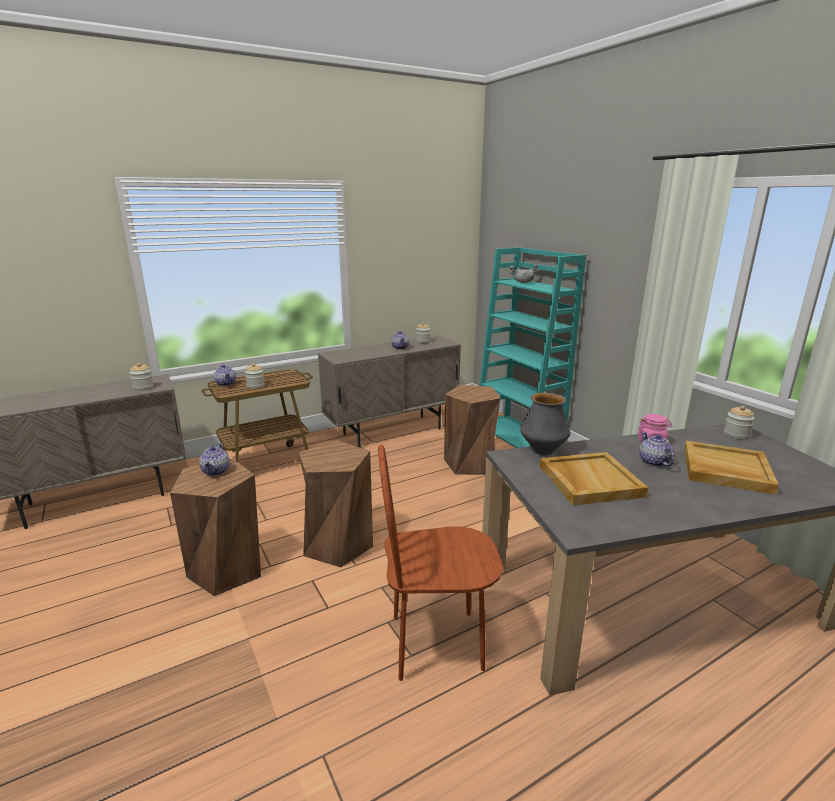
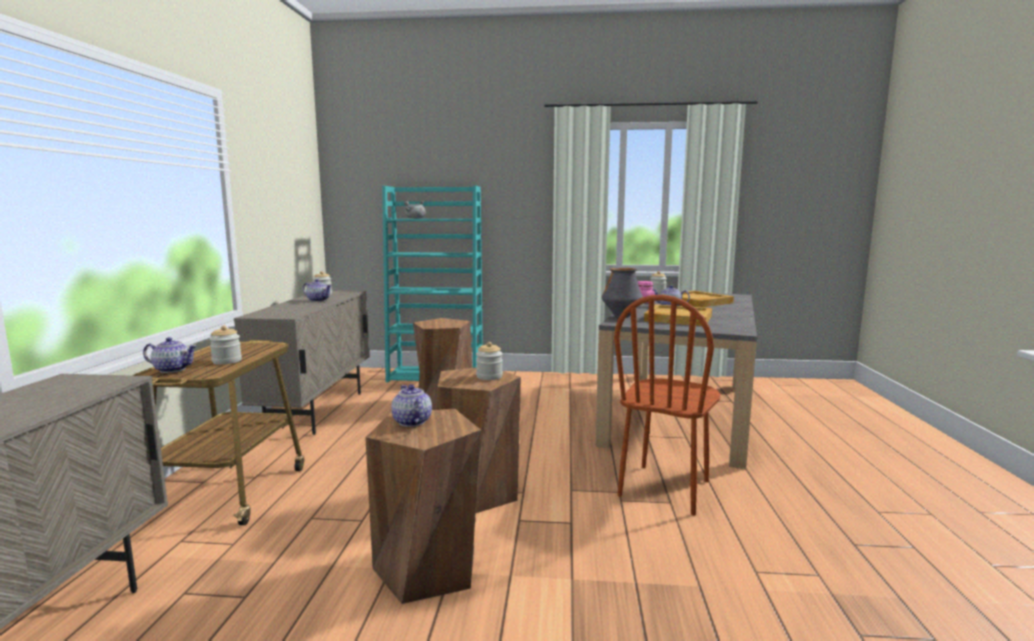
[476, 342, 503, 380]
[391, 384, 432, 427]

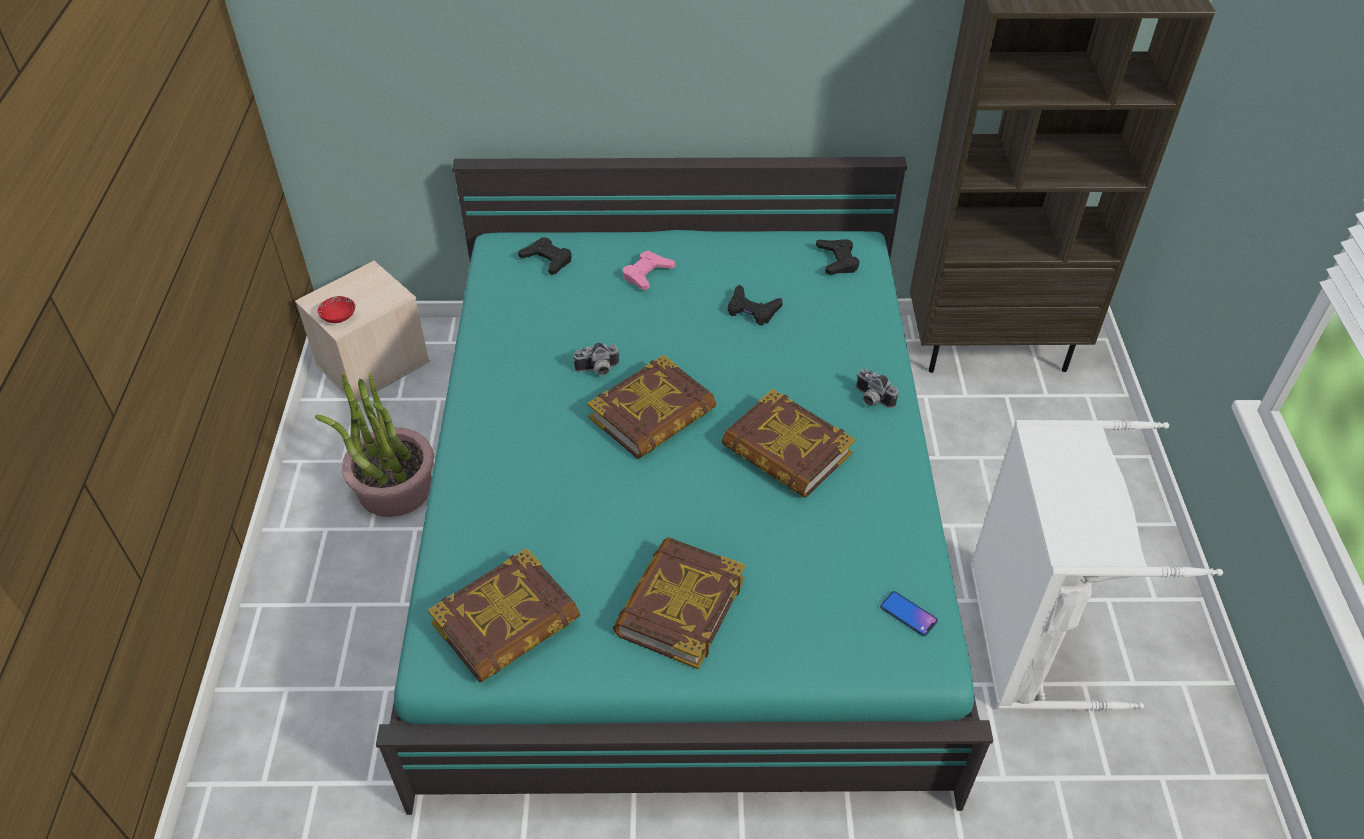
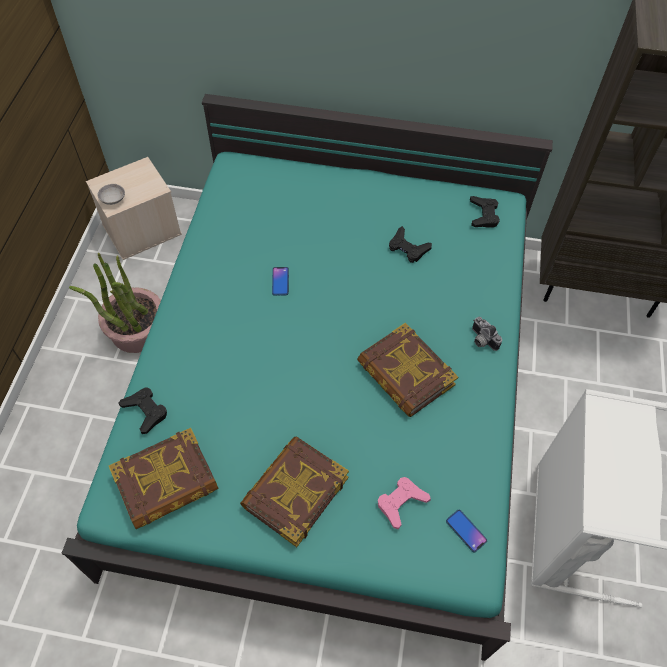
[587, 355, 716, 459] (first image)
[118, 387, 167, 434]
[378, 477, 431, 529]
[272, 267, 289, 296]
[97, 184, 125, 205]

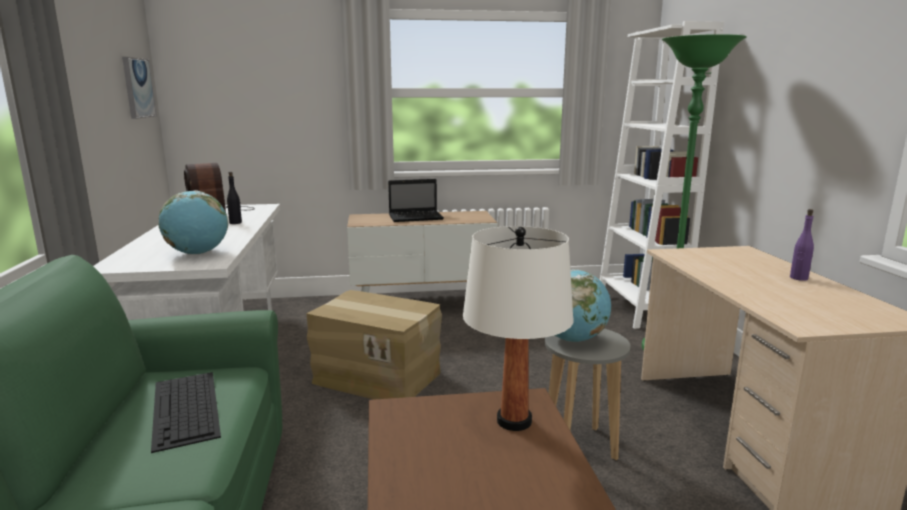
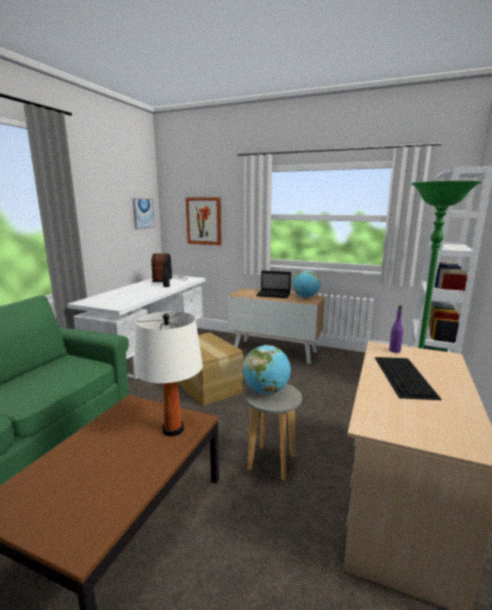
[186, 197, 222, 245]
[375, 357, 442, 400]
[292, 270, 320, 298]
[389, 305, 403, 353]

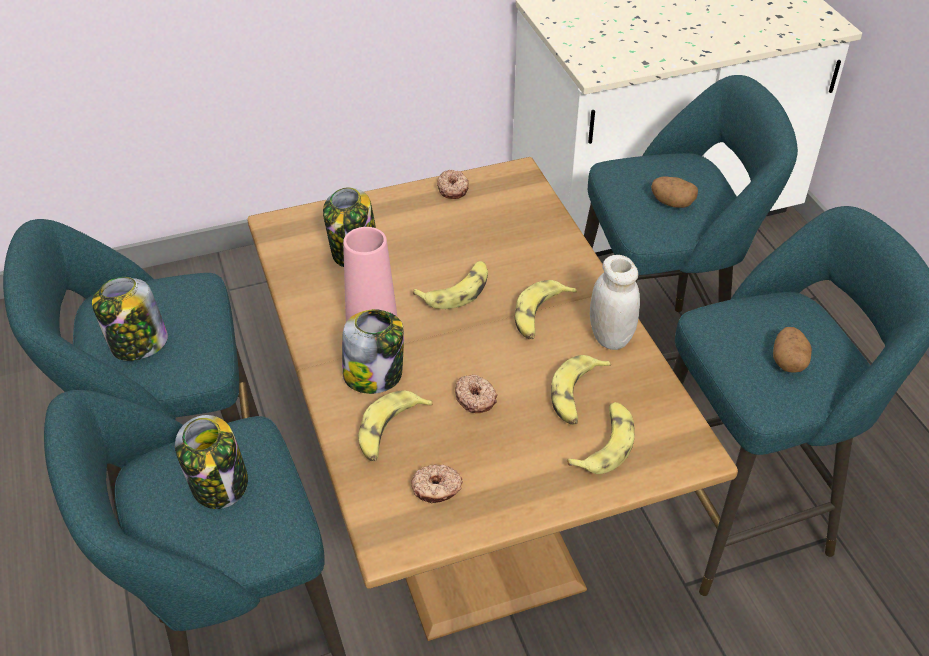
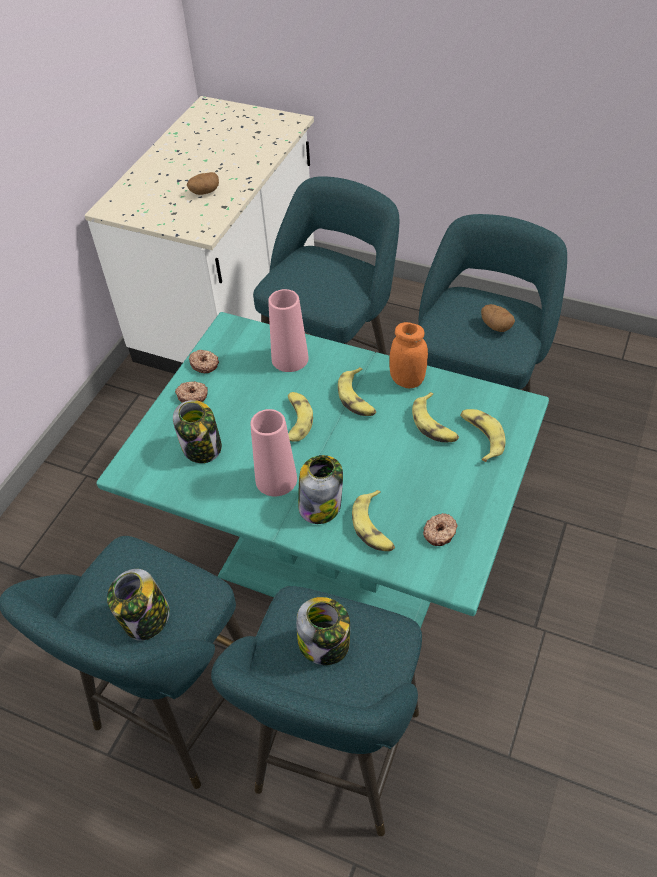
[268, 289, 309, 372]
[175, 381, 208, 403]
[187, 172, 219, 195]
[96, 312, 549, 629]
[389, 322, 428, 388]

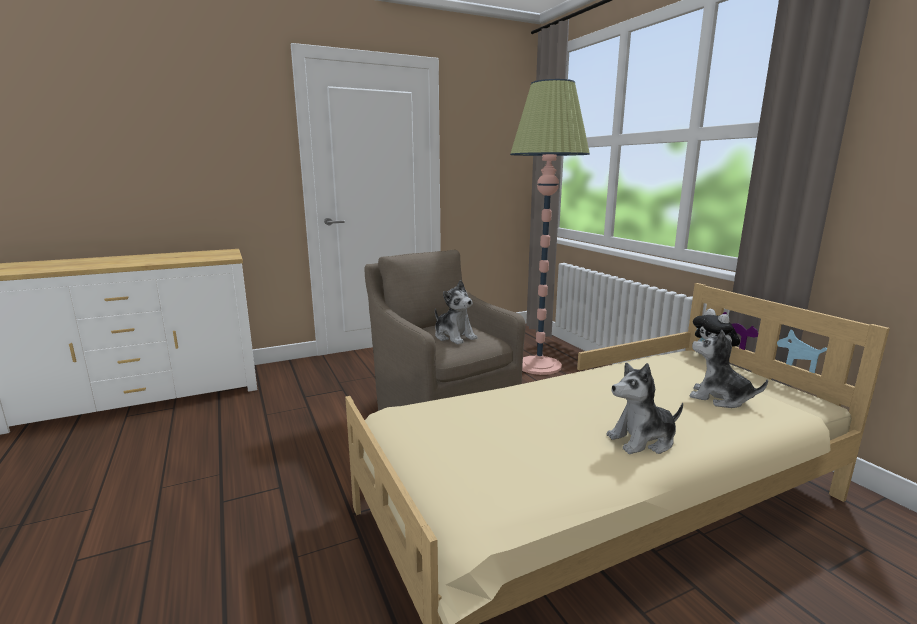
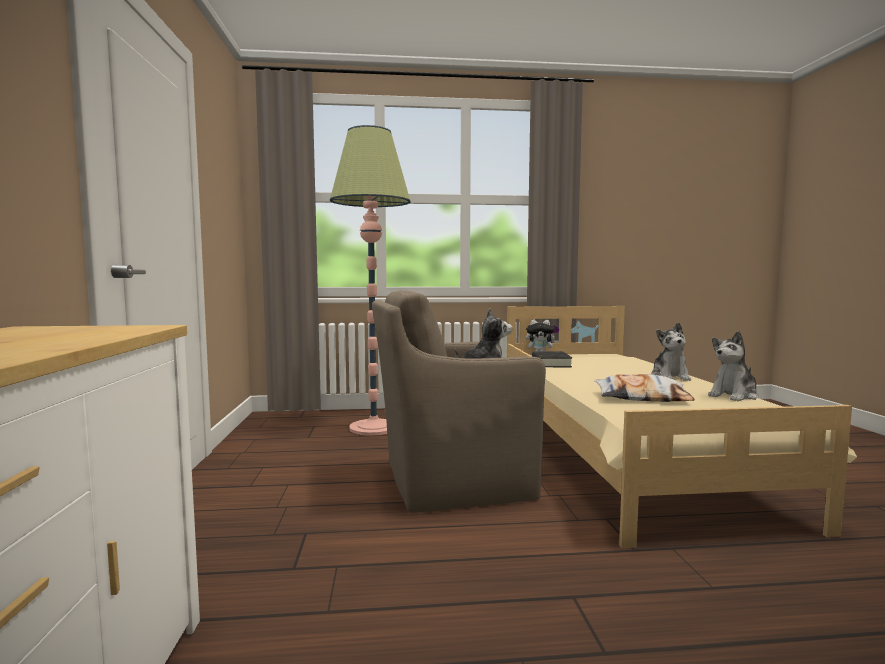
[532, 351, 572, 367]
[594, 374, 695, 402]
[708, 331, 759, 401]

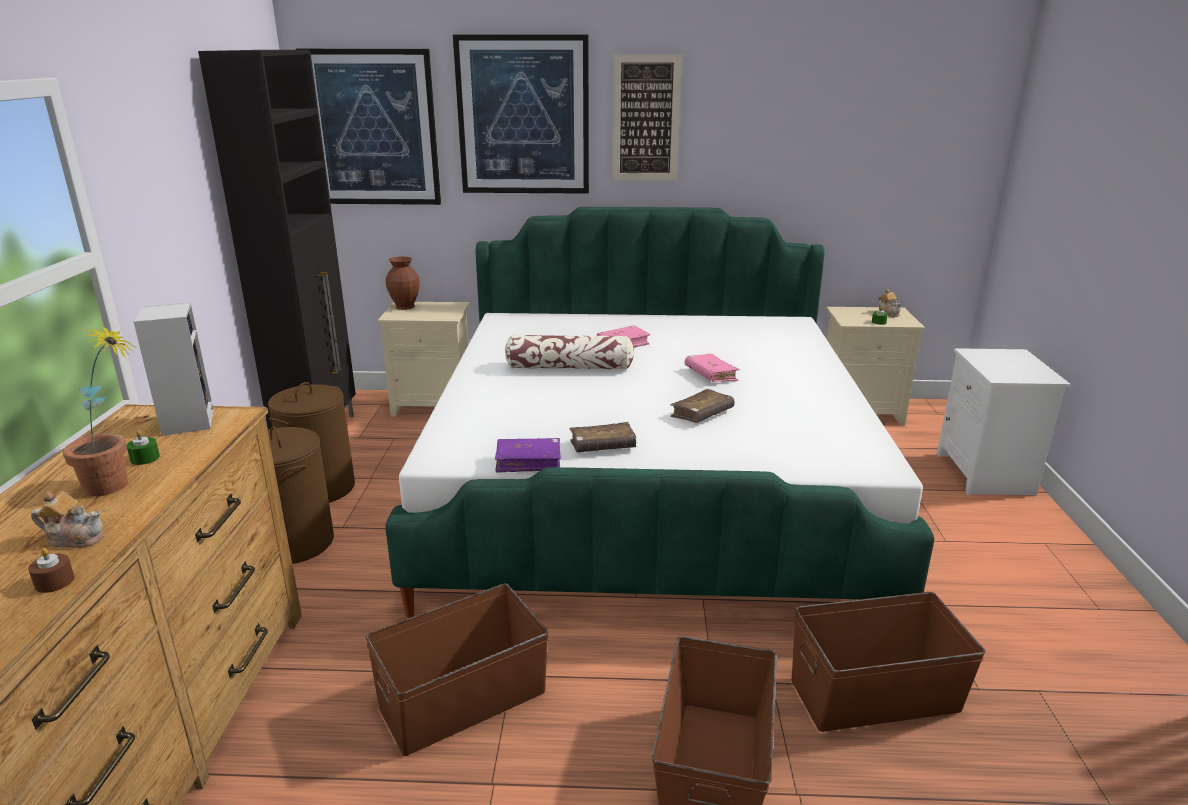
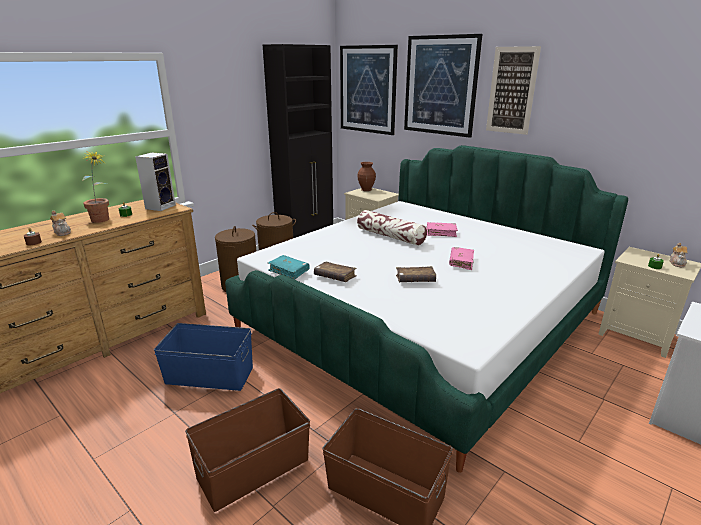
[154, 323, 253, 391]
[268, 255, 310, 280]

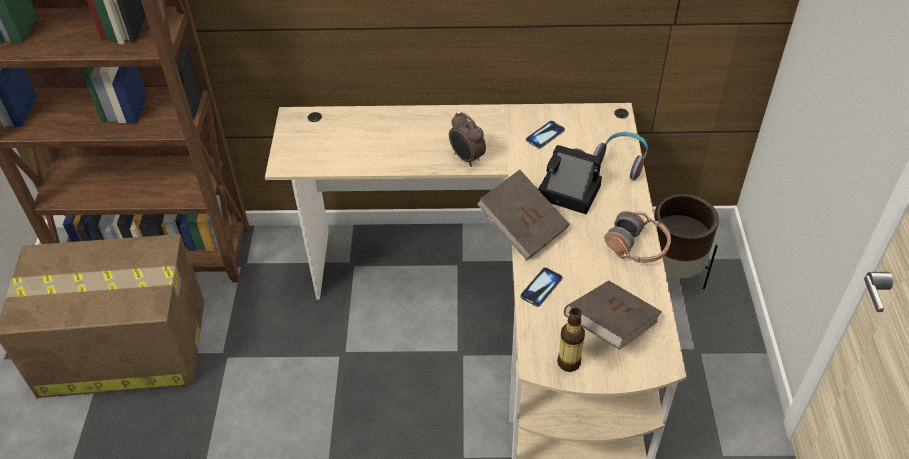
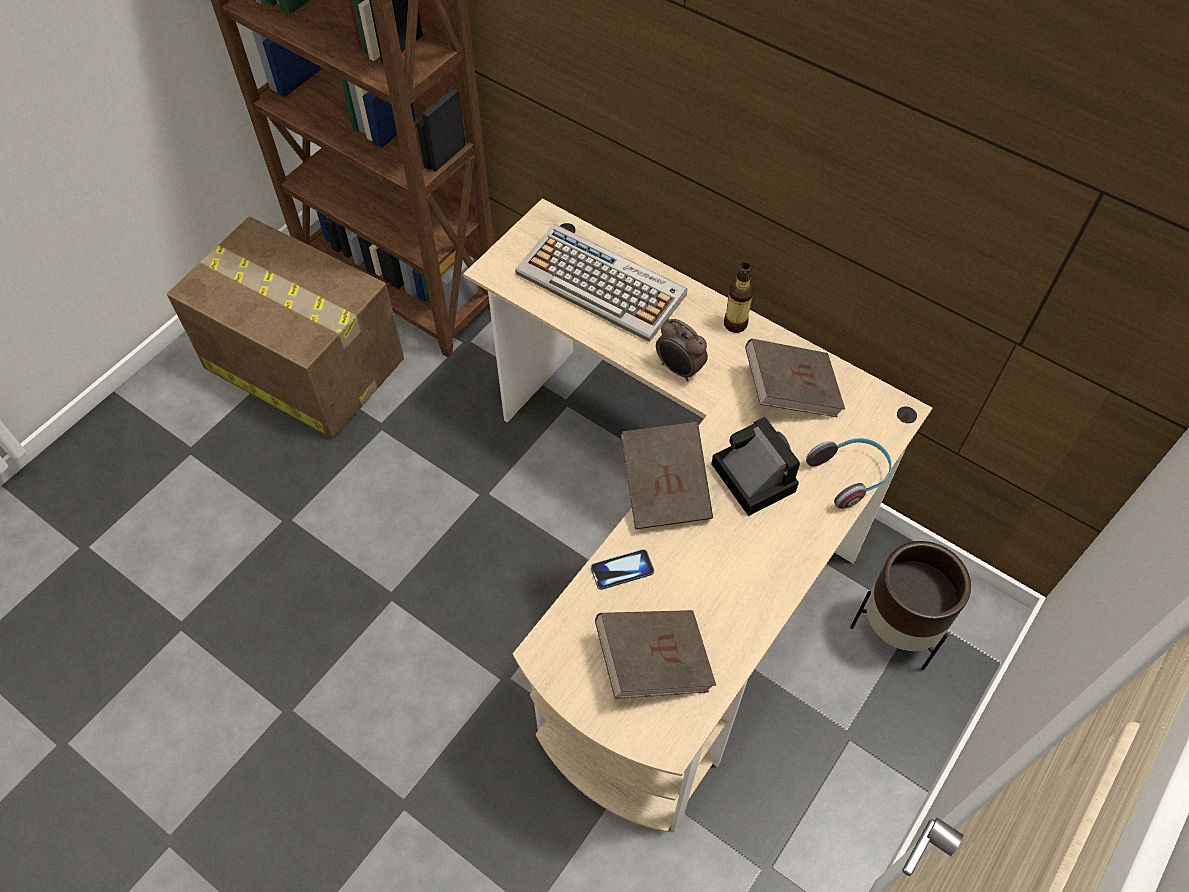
[604, 211, 671, 263] (first image)
[515, 224, 687, 342]
[724, 262, 754, 333]
[745, 339, 845, 417]
[656, 319, 708, 382]

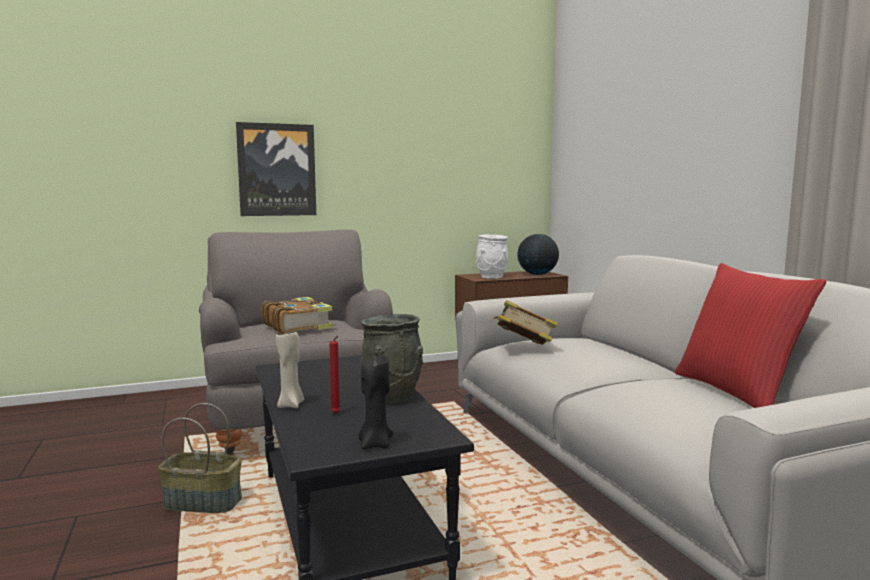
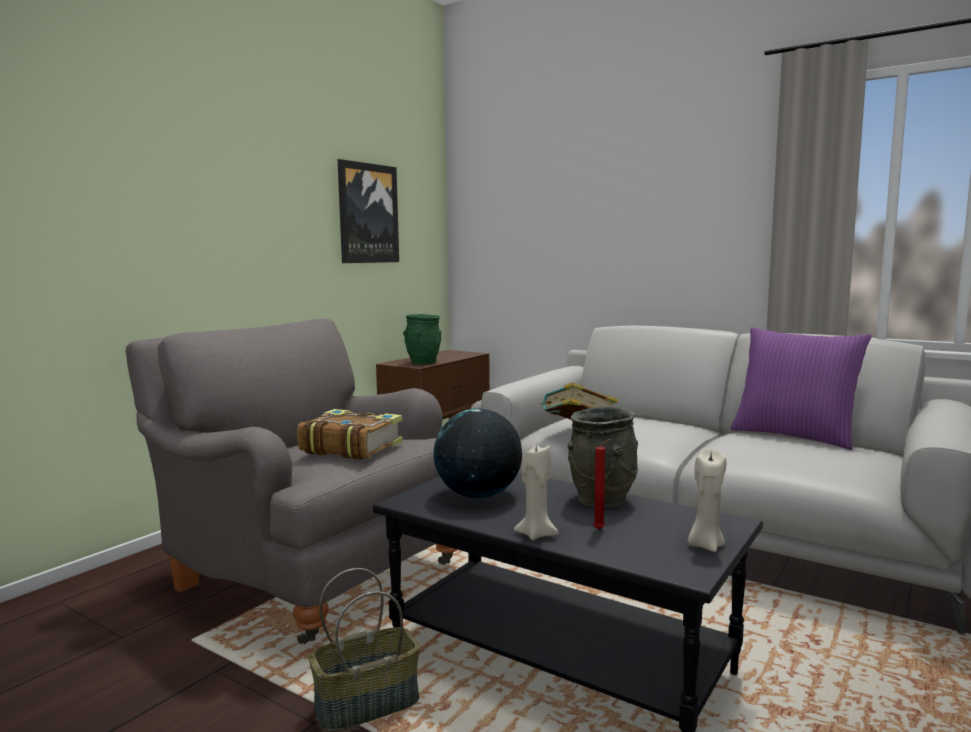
[338, 159, 399, 263]
[433, 409, 522, 498]
[688, 449, 726, 552]
[403, 314, 441, 364]
[731, 327, 872, 450]

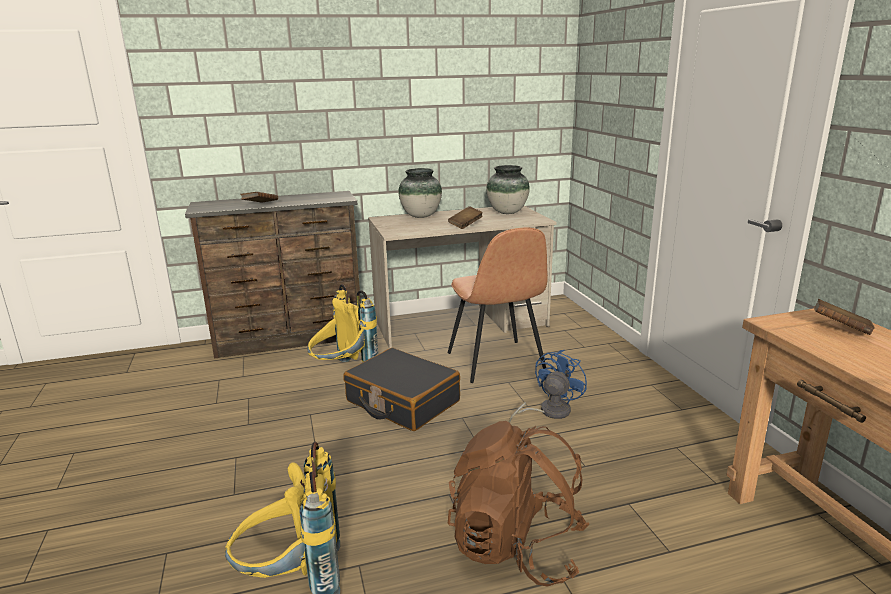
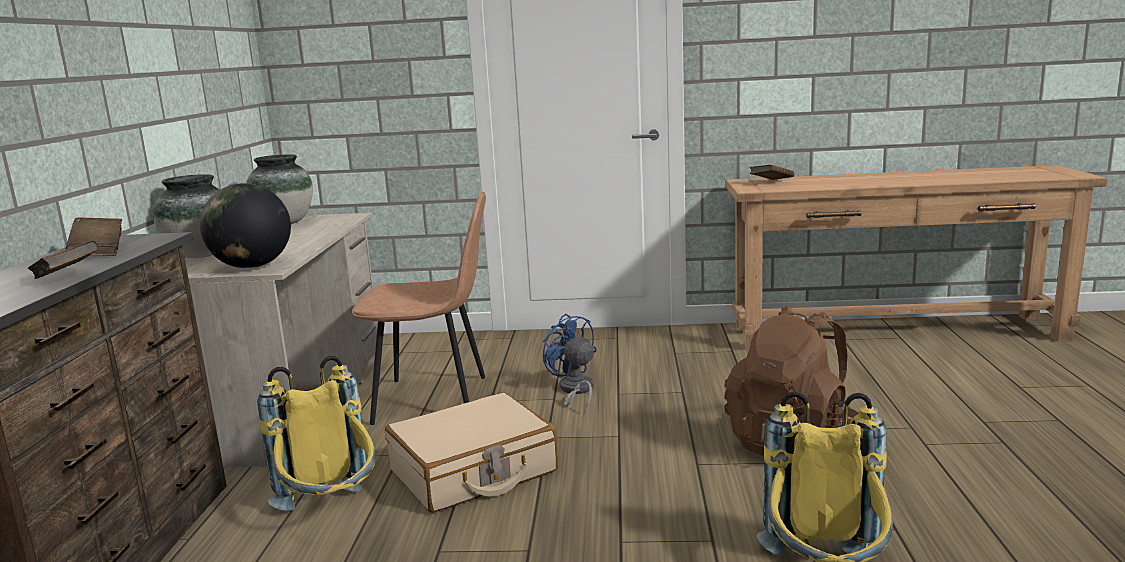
[200, 183, 291, 268]
[65, 217, 122, 256]
[385, 393, 558, 513]

